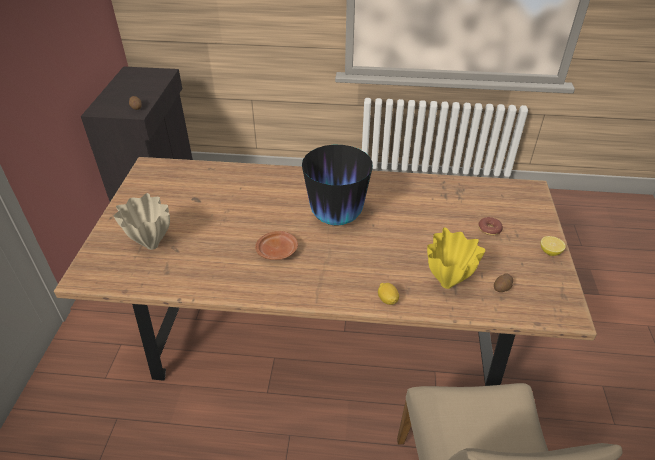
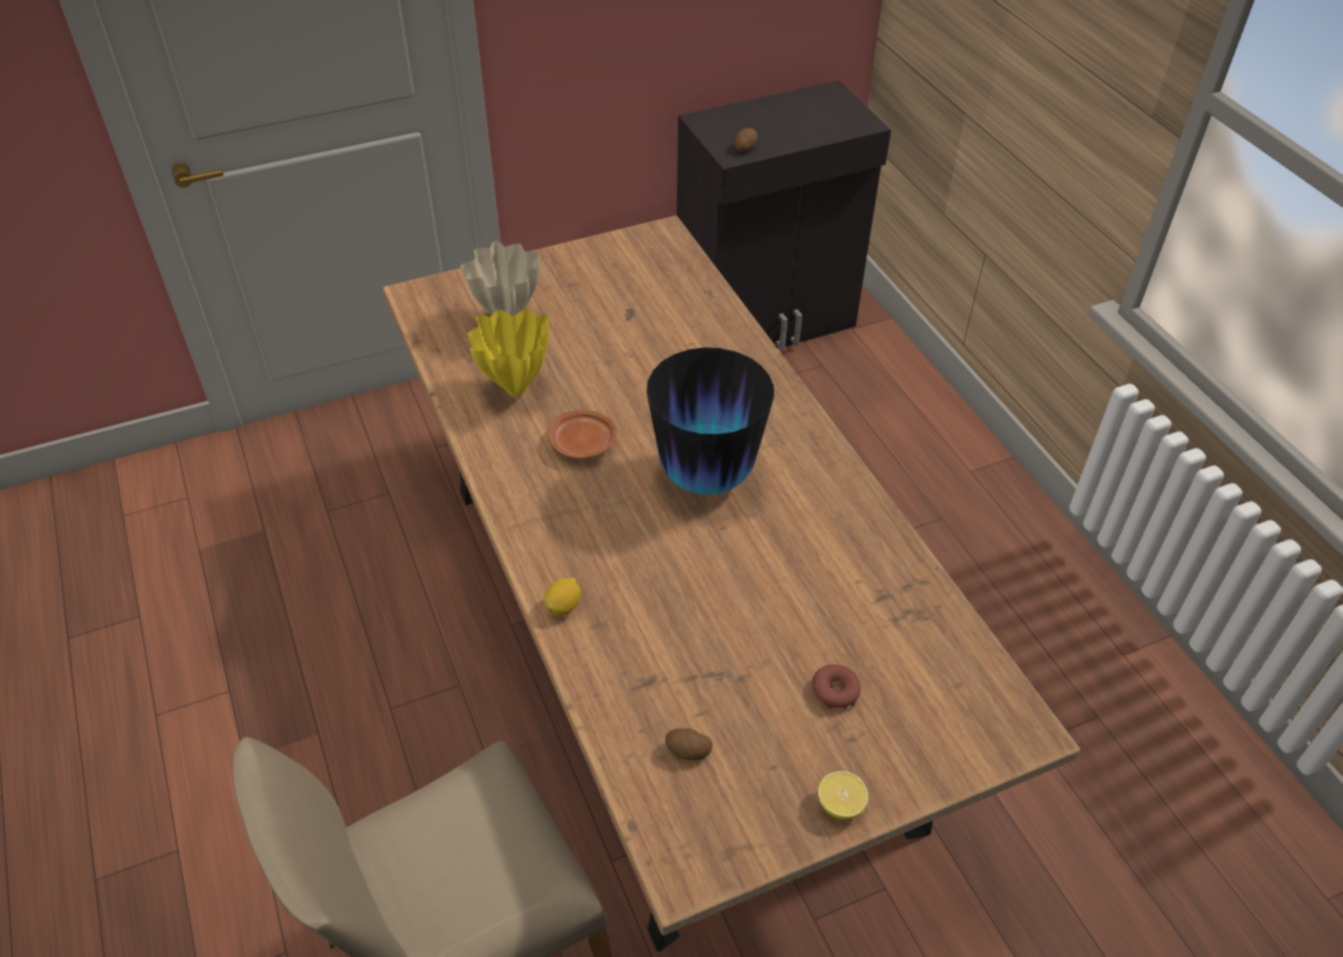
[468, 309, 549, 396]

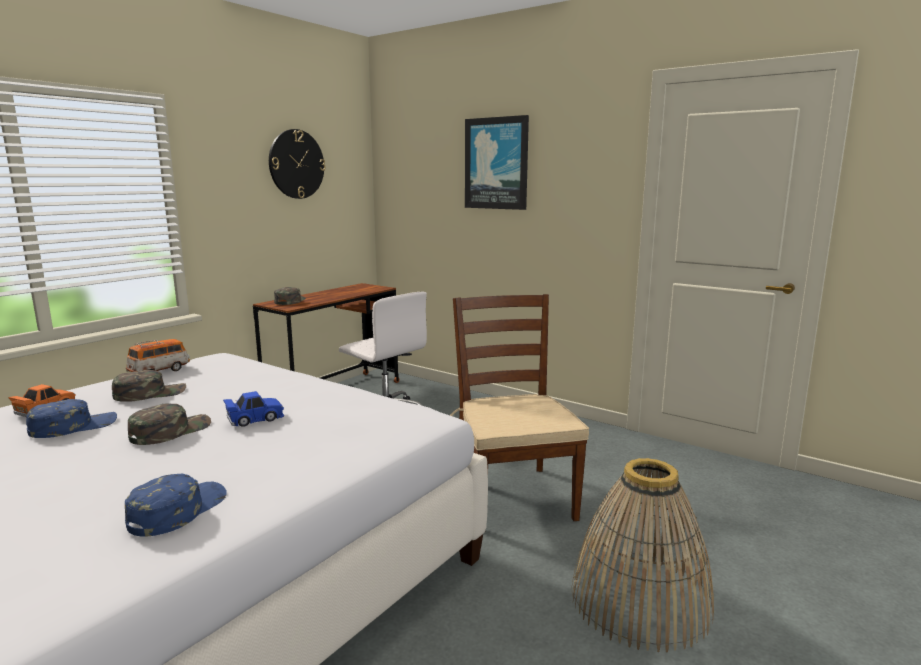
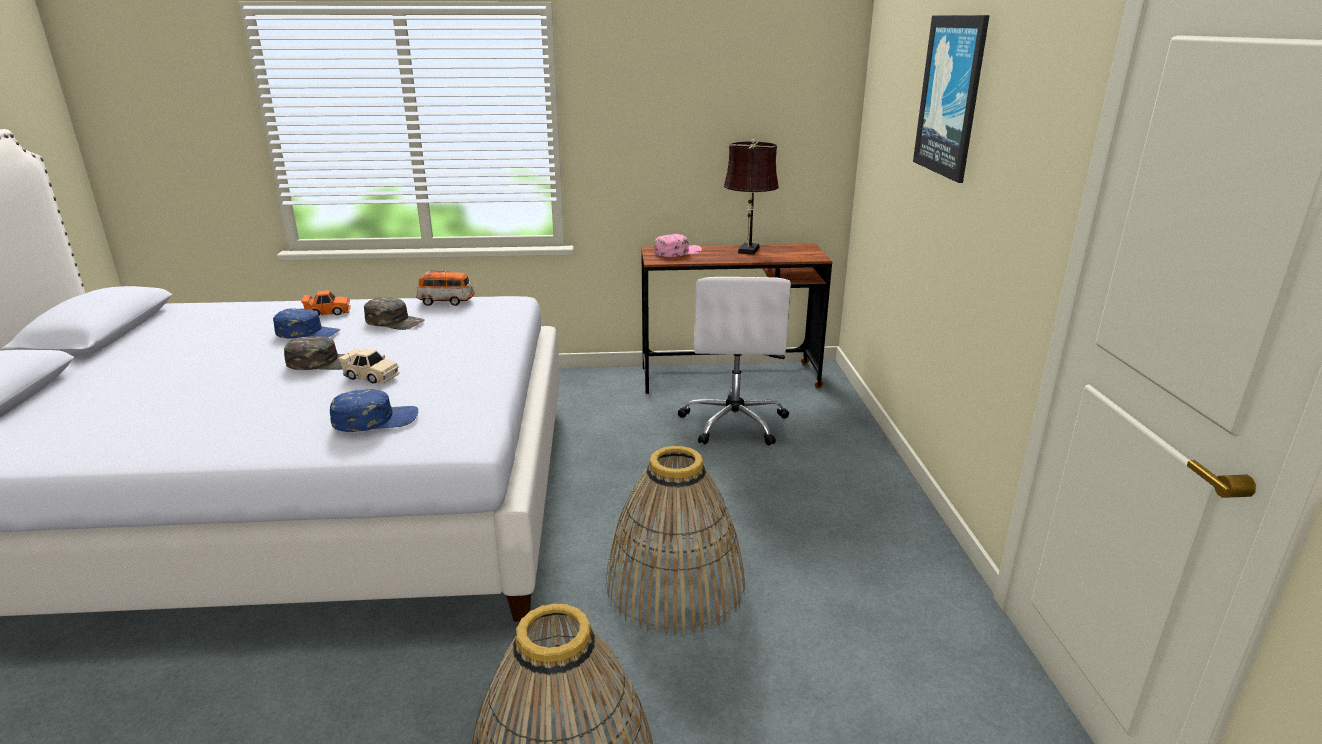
[269, 129, 326, 199] (first image)
[724, 139, 779, 255]
[330, 389, 418, 432]
[606, 446, 745, 636]
[339, 349, 400, 384]
[654, 234, 702, 257]

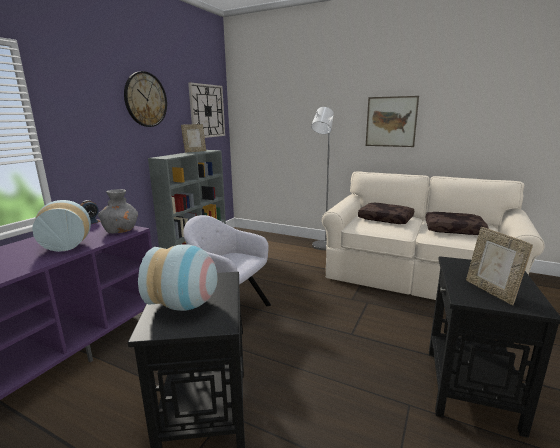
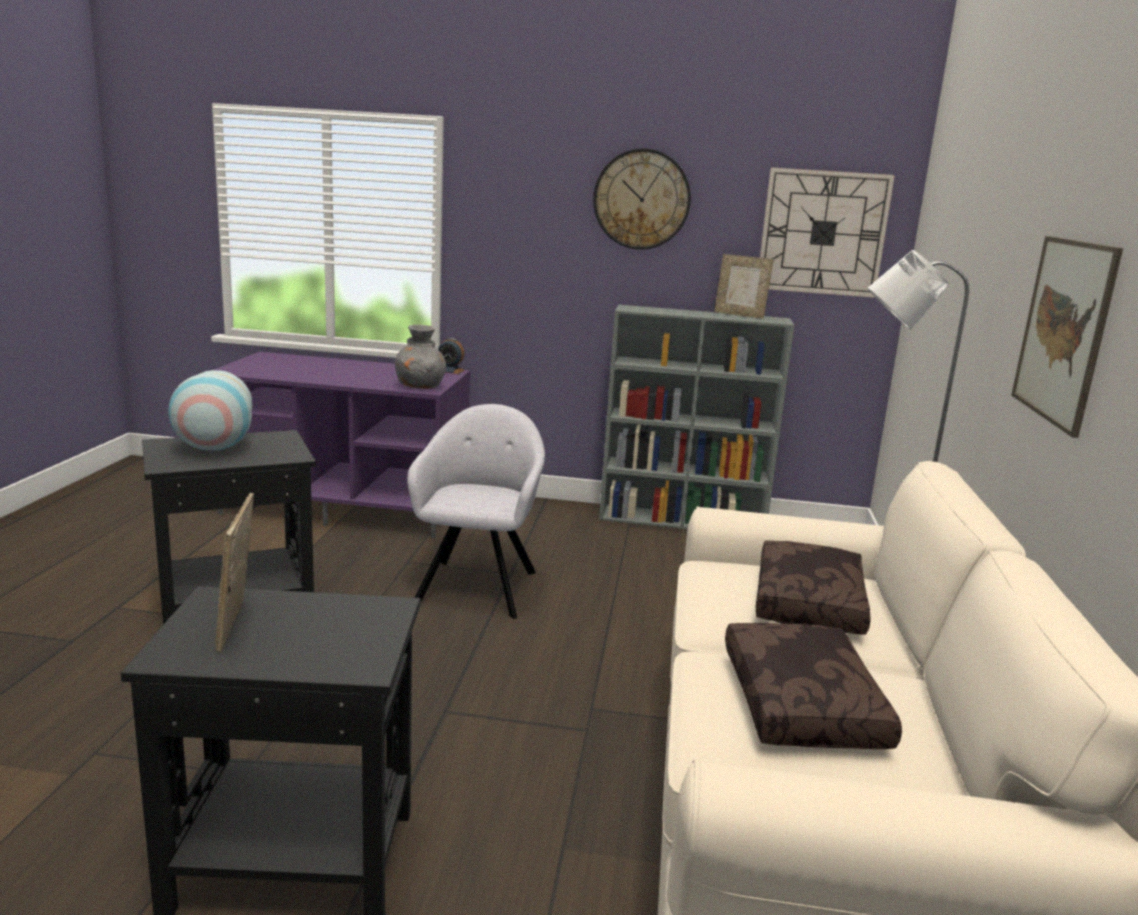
[32, 200, 91, 252] (first image)
[215, 493, 254, 652]

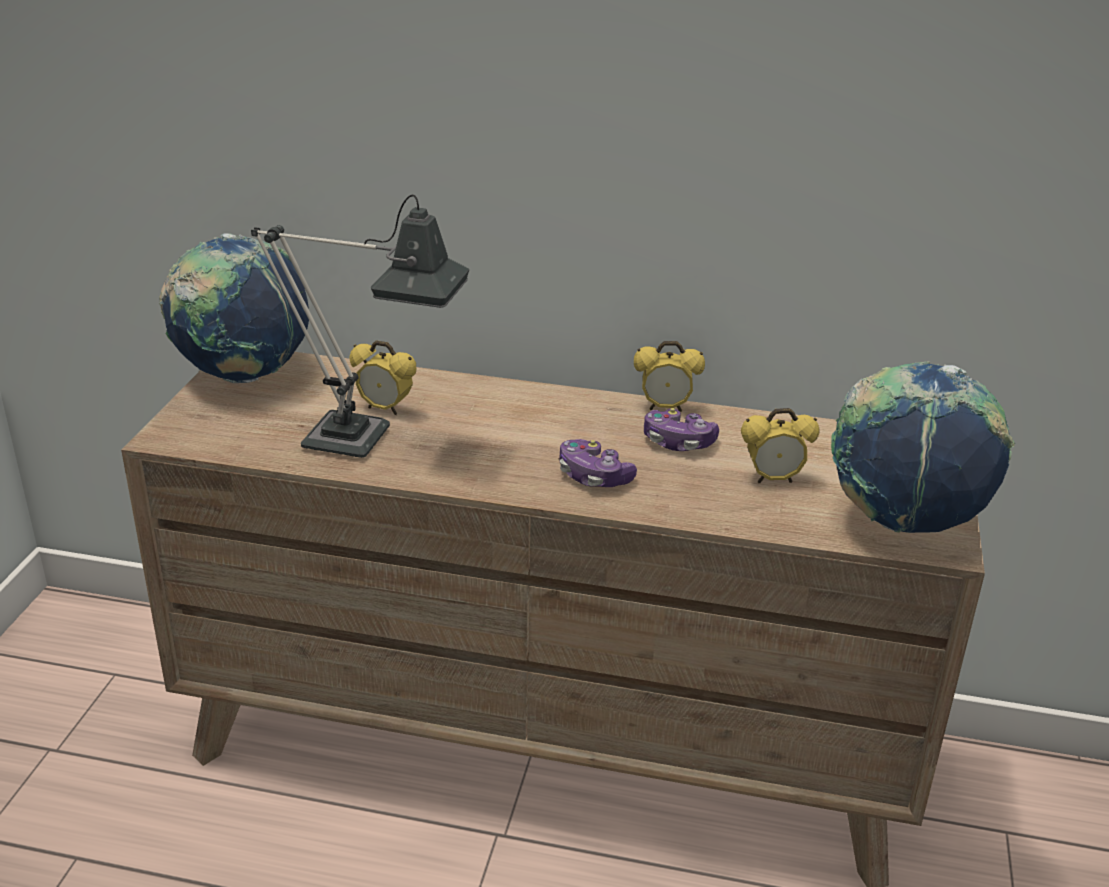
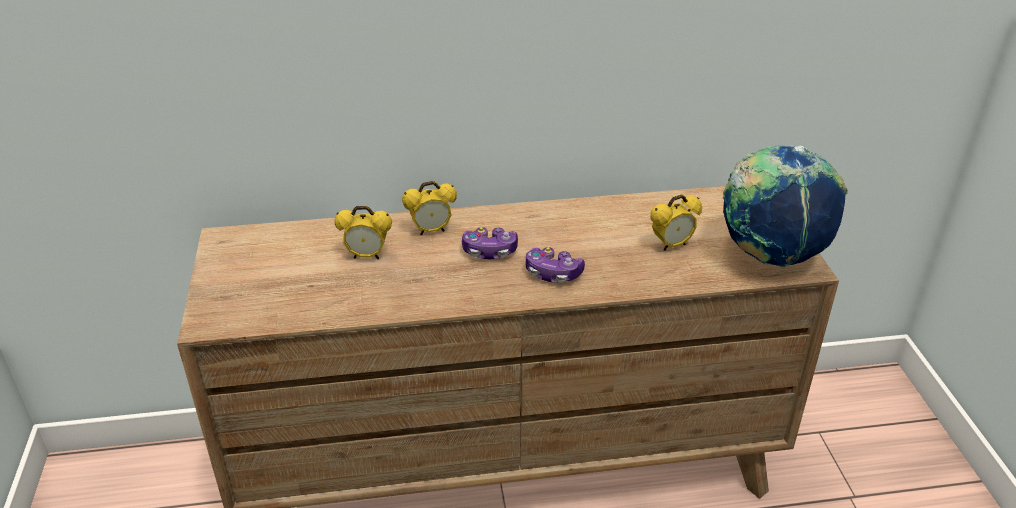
[159, 233, 309, 383] (first image)
[251, 195, 469, 458] (first image)
[402, 181, 457, 235]
[462, 227, 518, 259]

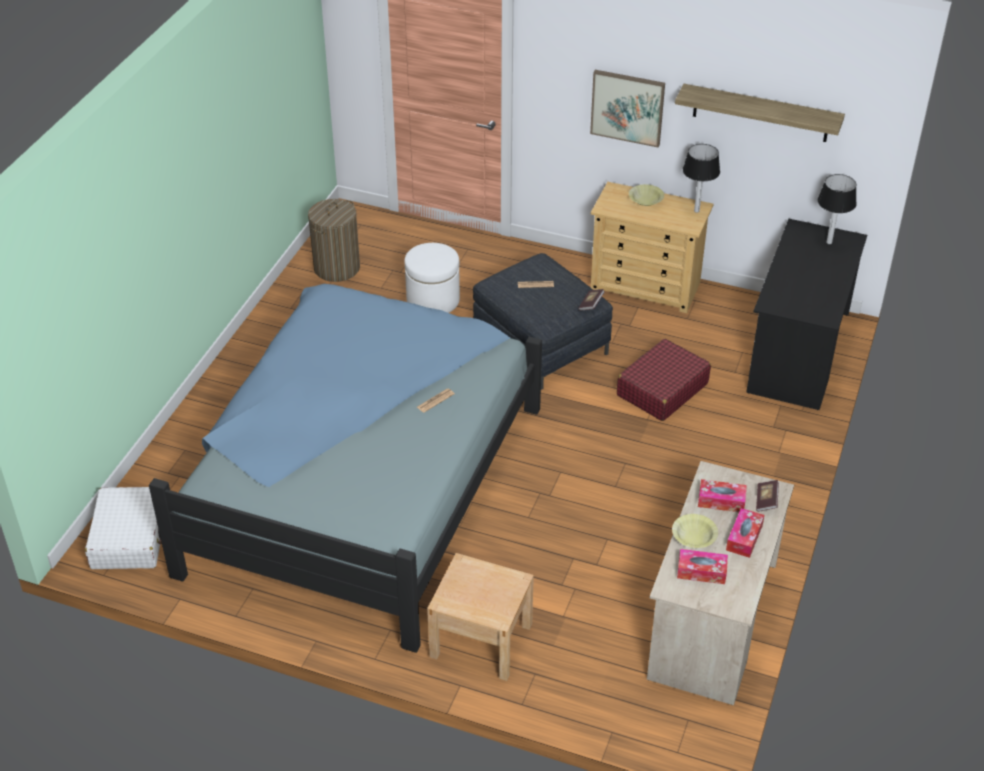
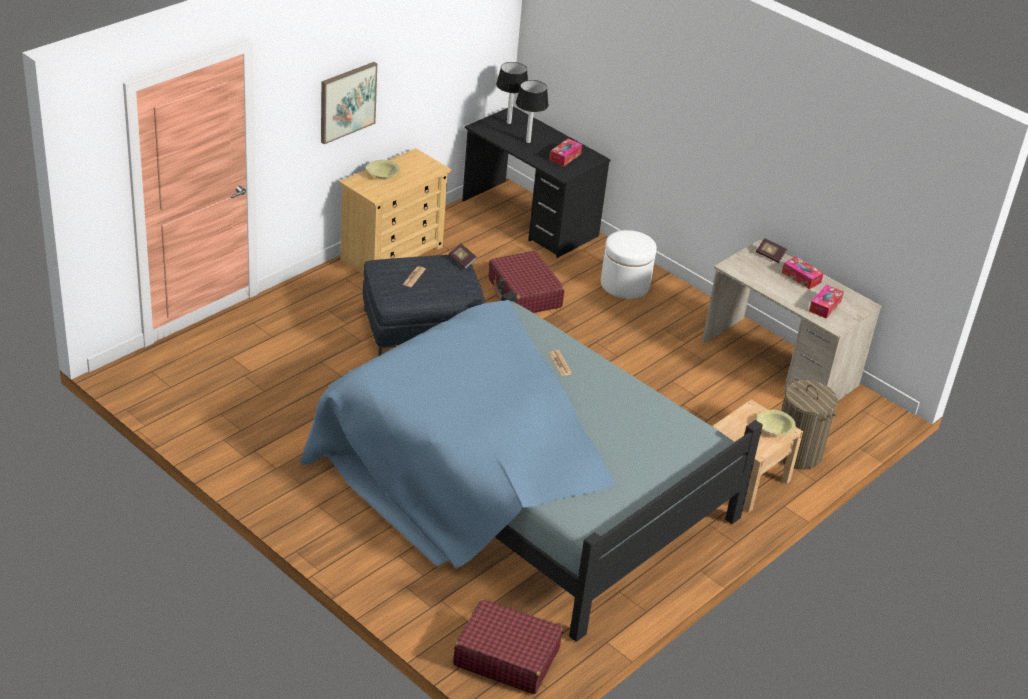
[675, 84, 845, 142] (first image)
[780, 380, 838, 470]
[601, 230, 657, 299]
[757, 410, 795, 435]
[516, 80, 549, 143]
[549, 139, 582, 166]
[453, 599, 563, 694]

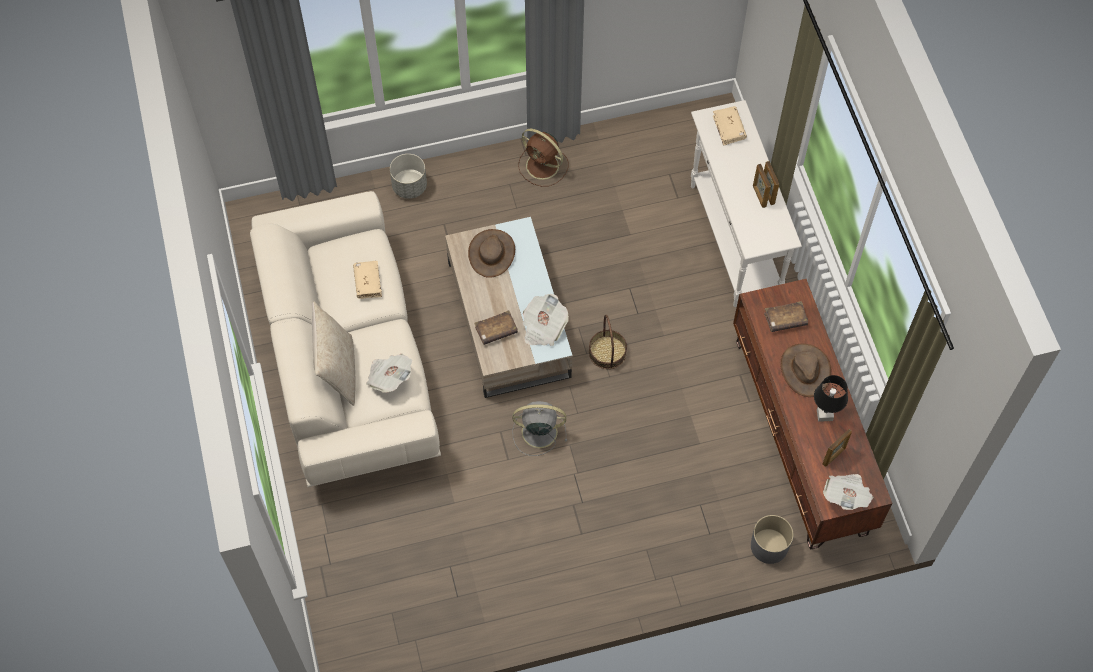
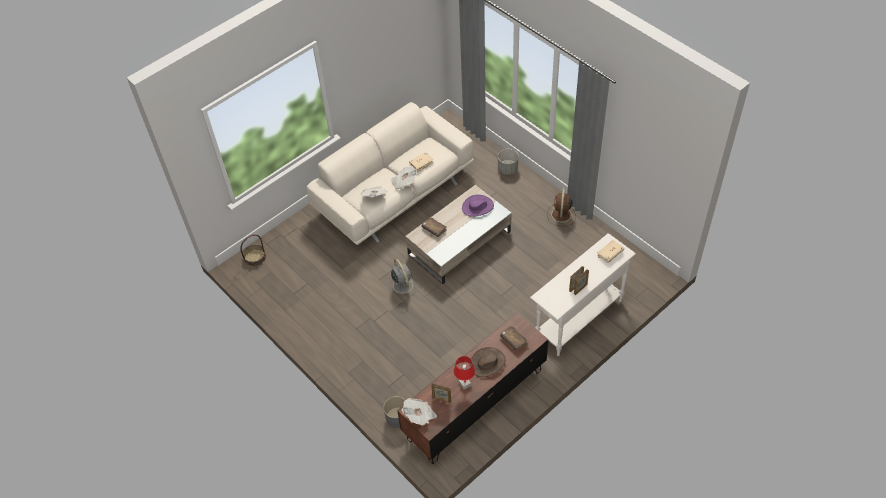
[312, 302, 356, 406] (first image)
[391, 166, 418, 190]
[240, 234, 266, 267]
[462, 195, 494, 217]
[454, 356, 475, 390]

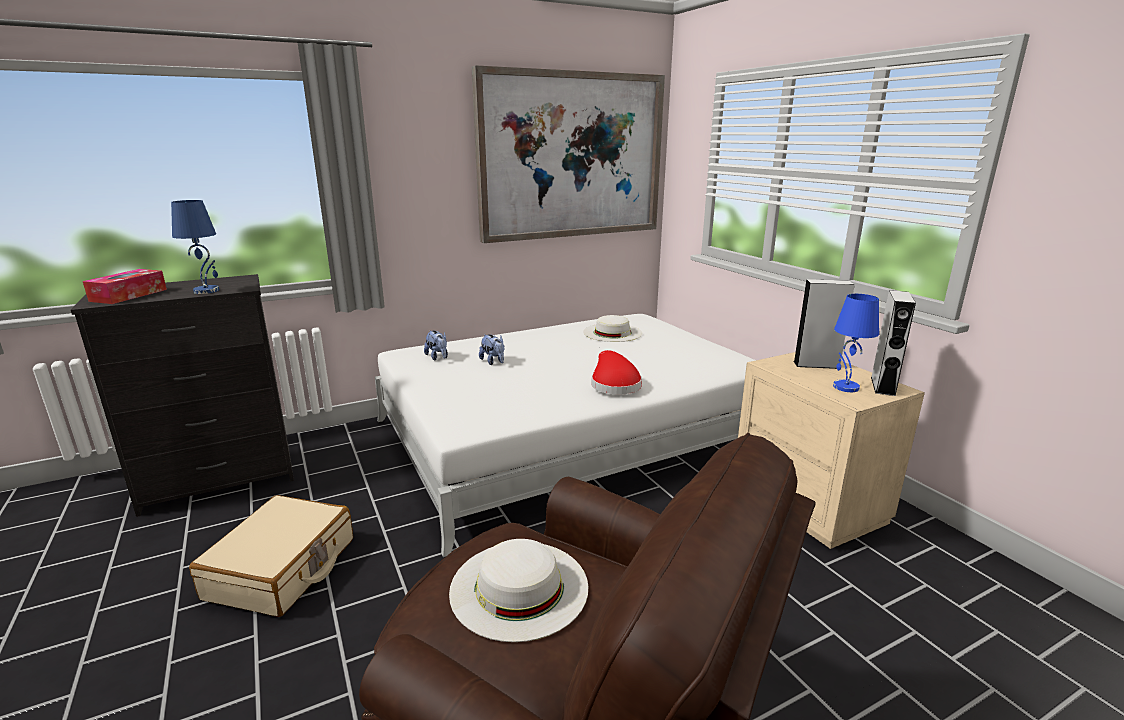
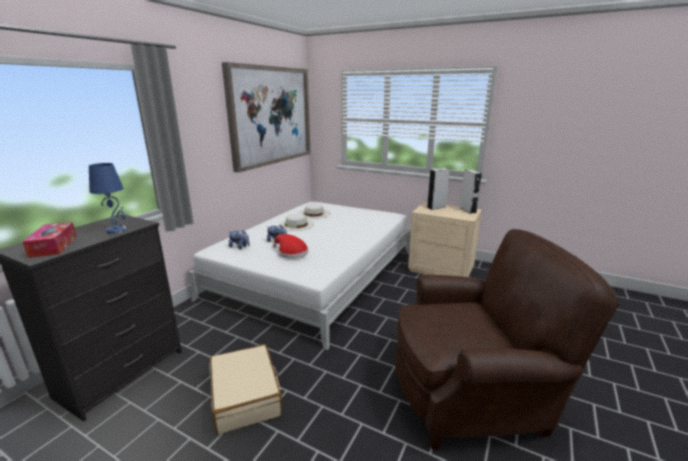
[833, 294, 879, 392] (first image)
[278, 214, 314, 231]
[273, 234, 308, 259]

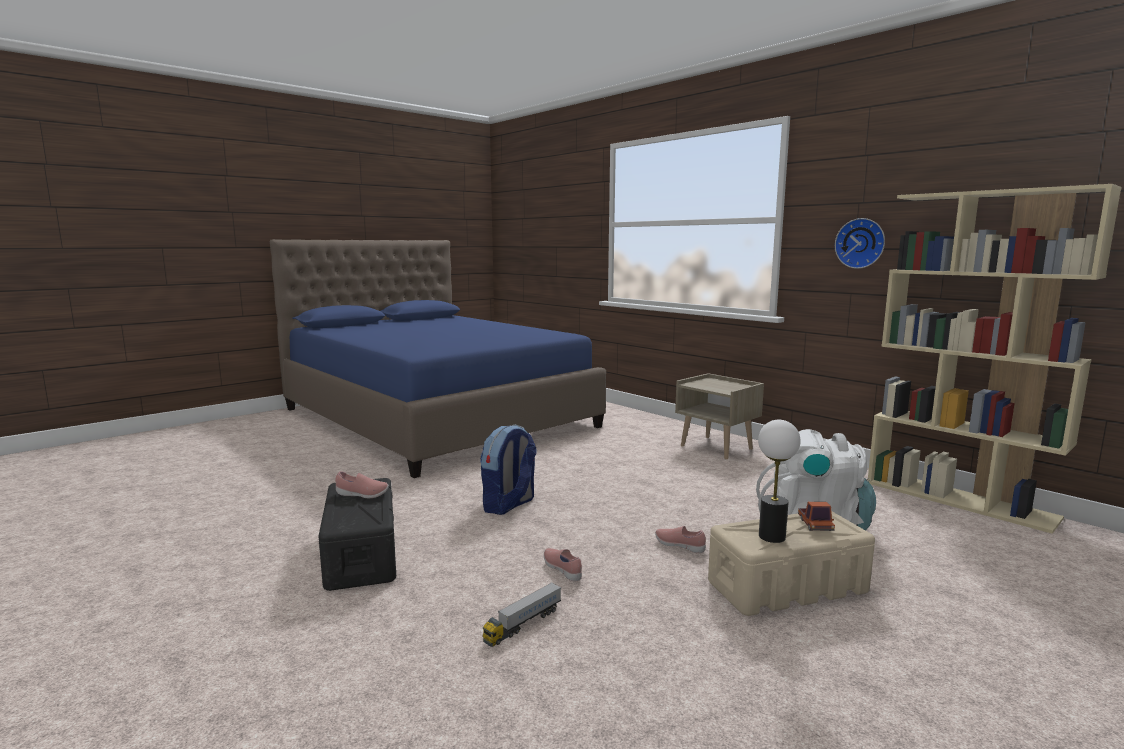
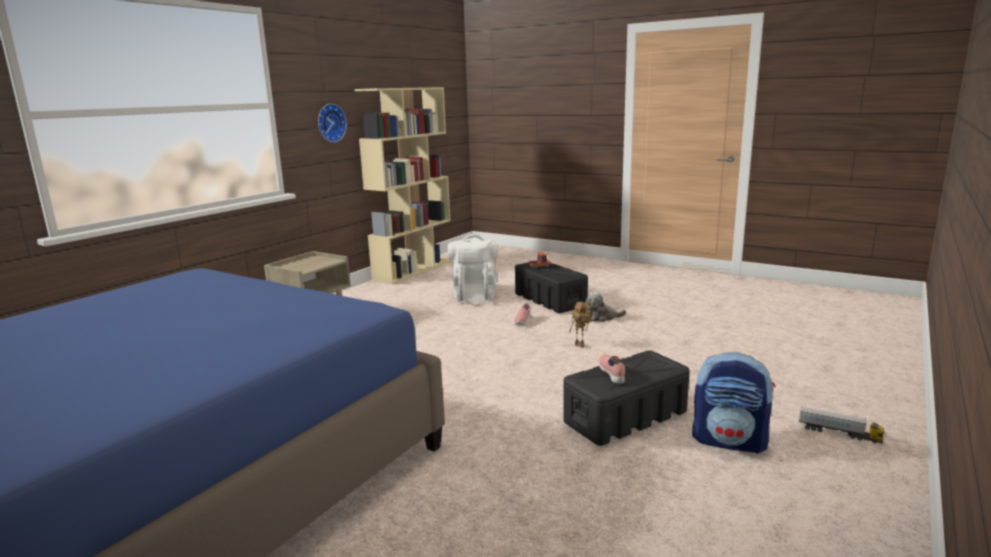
[758, 420, 800, 543] (first image)
[585, 291, 626, 322]
[692, 352, 775, 454]
[799, 406, 884, 443]
[569, 302, 591, 348]
[515, 263, 588, 313]

